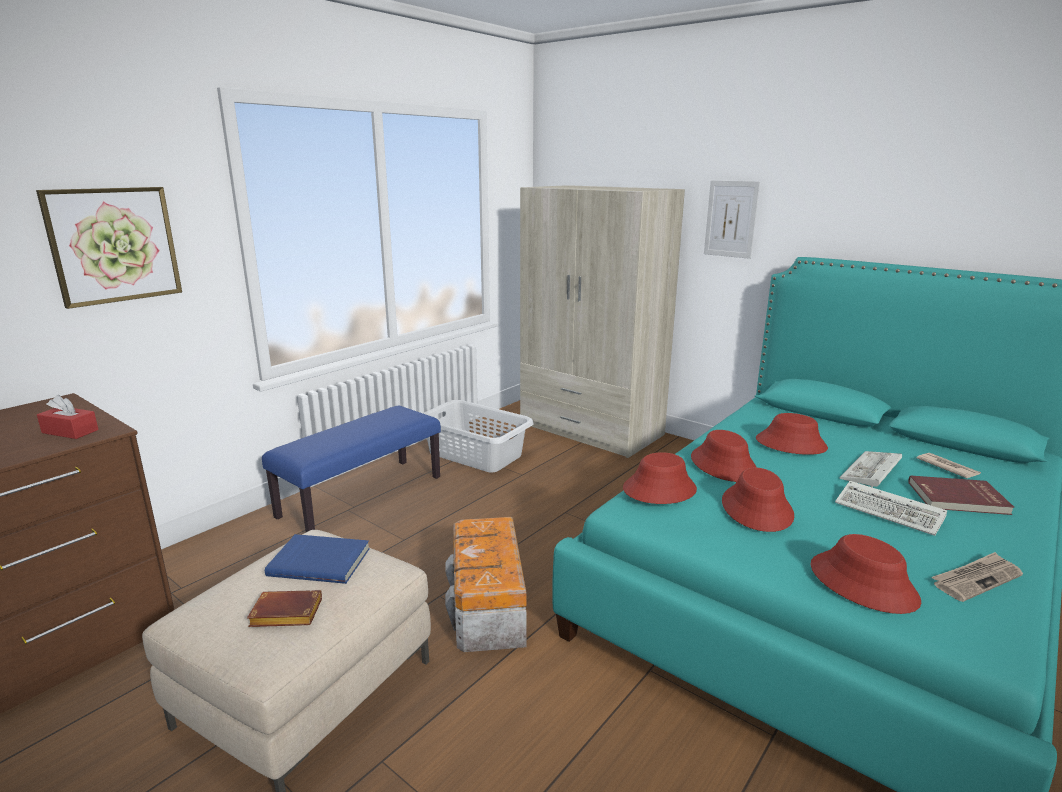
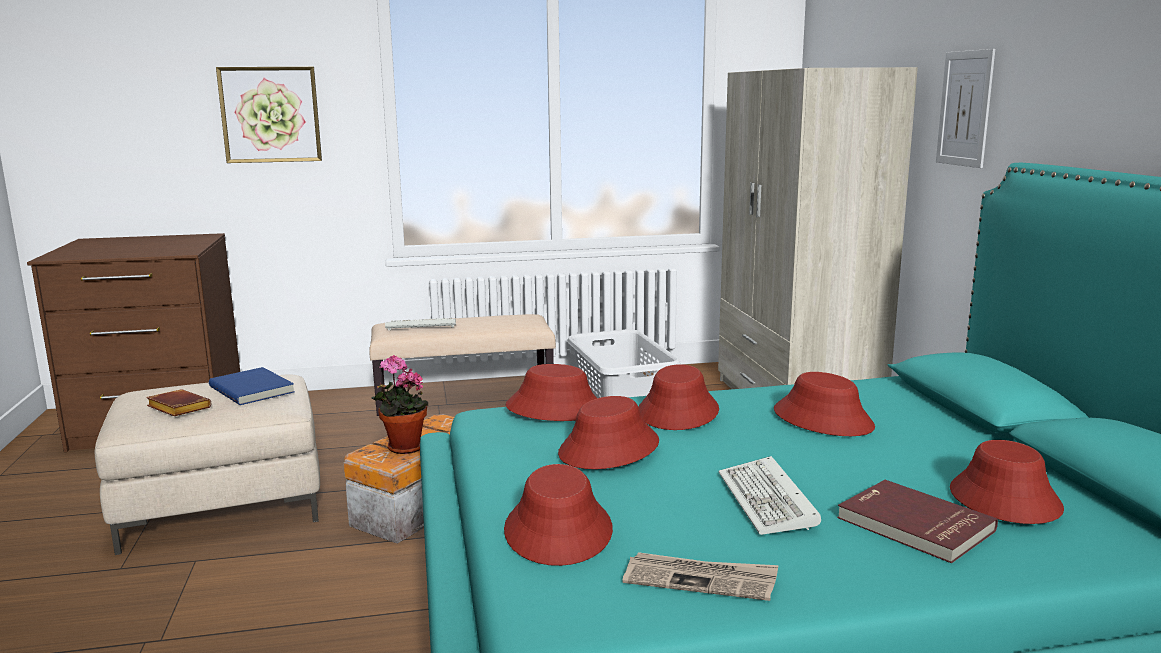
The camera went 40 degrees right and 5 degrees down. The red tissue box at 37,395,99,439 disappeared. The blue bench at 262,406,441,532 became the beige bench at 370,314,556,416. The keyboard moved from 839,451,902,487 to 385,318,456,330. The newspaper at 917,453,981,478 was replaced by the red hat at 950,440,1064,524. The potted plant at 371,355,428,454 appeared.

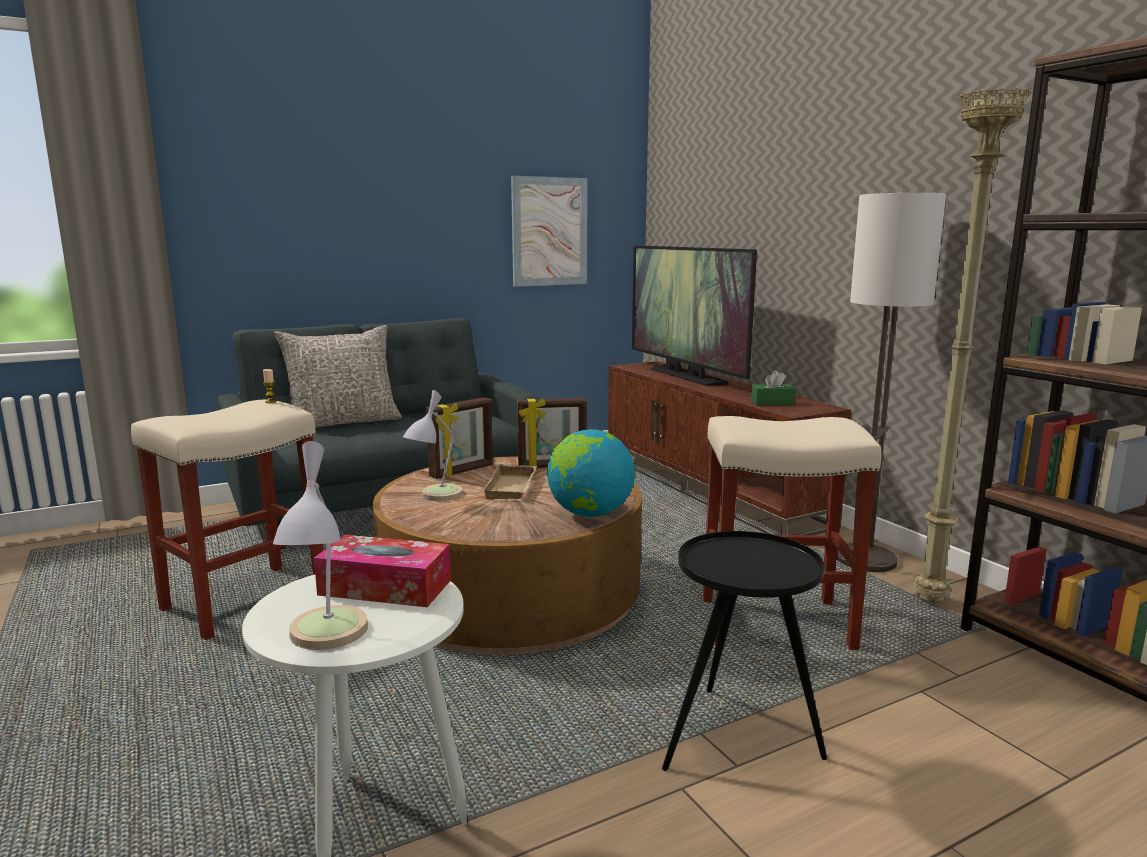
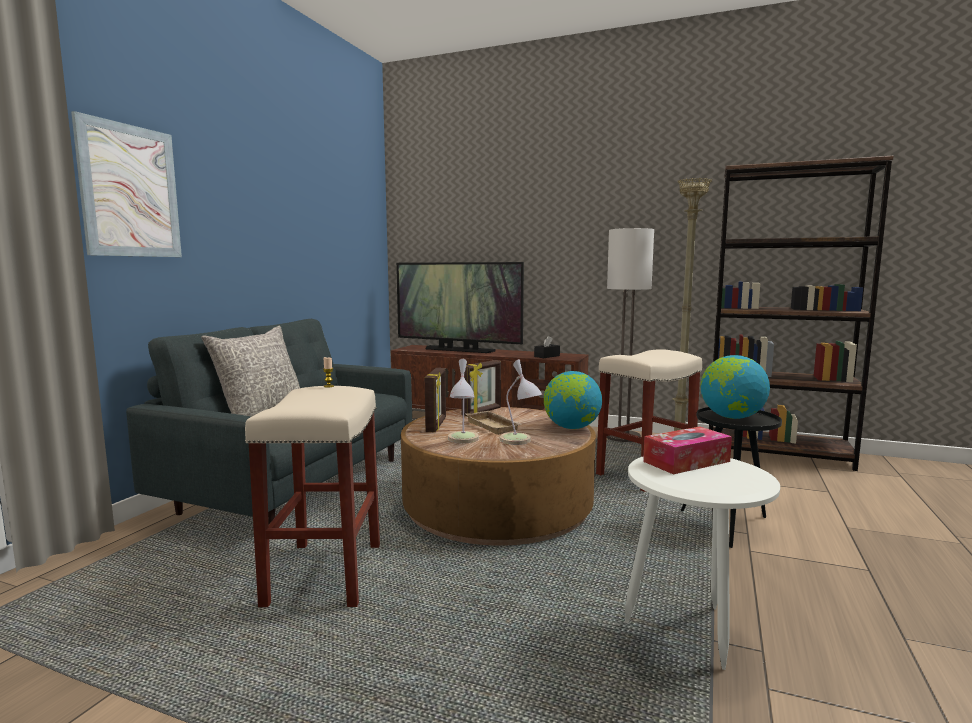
The camera went 40 degrees left and 5 degrees down. The picture moved from 511,176,587,287 to 71,111,182,257. The green tissue box at 751,370,796,405 became the black tissue box at 534,336,560,358. The table lamp moved from 273,441,368,650 to 500,359,542,445. The globe at 701,355,770,419 appeared.

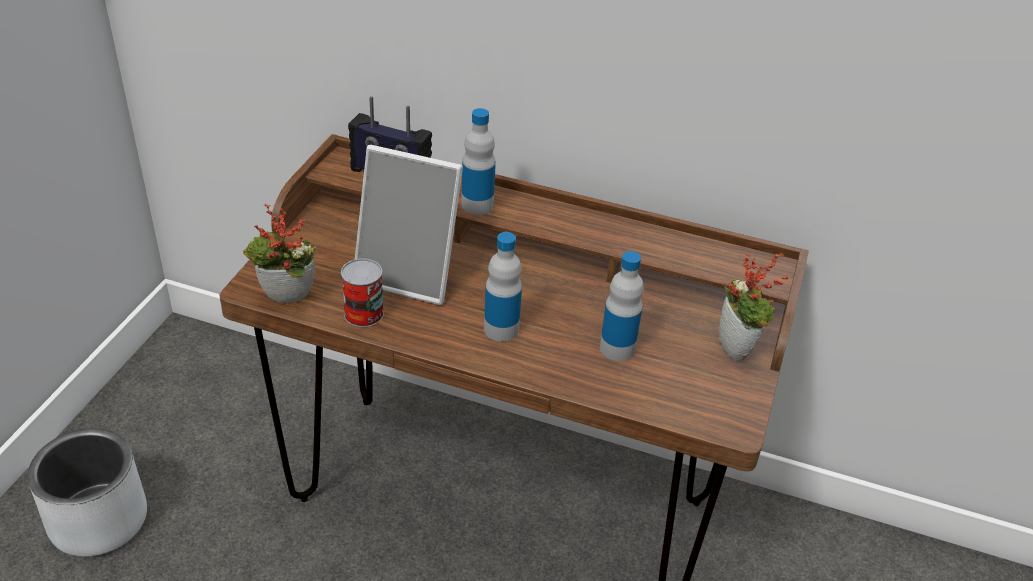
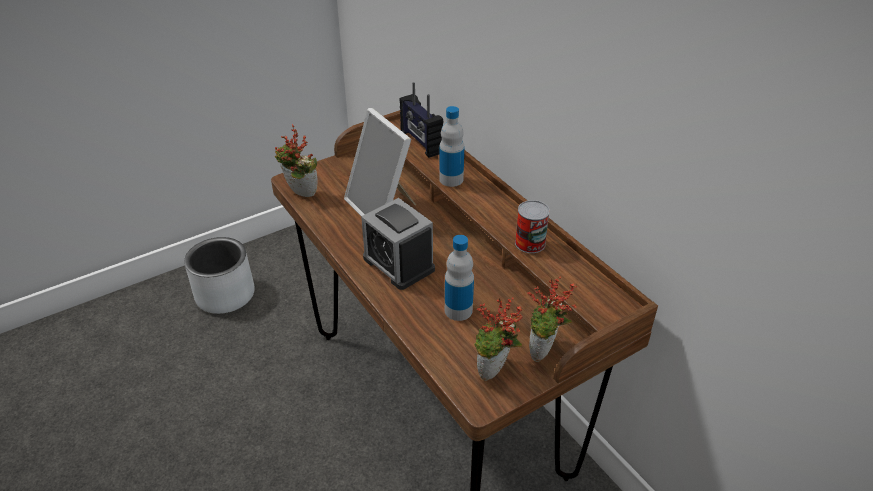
The camera went 40 degrees right and 0 degrees up. The bottle at 484,232,522,342 was replaced by the alarm clock at 361,198,435,290. The can moved from 341,258,384,327 to 515,200,550,253. The potted plant at 474,297,523,381 appeared.

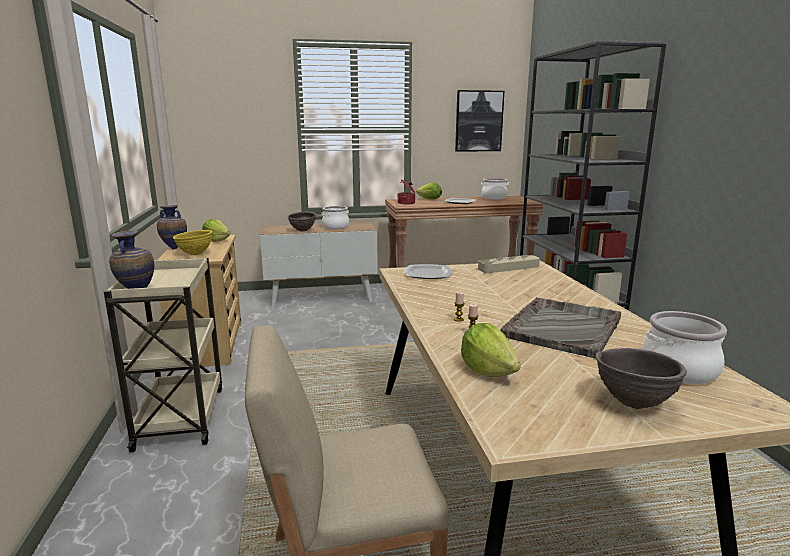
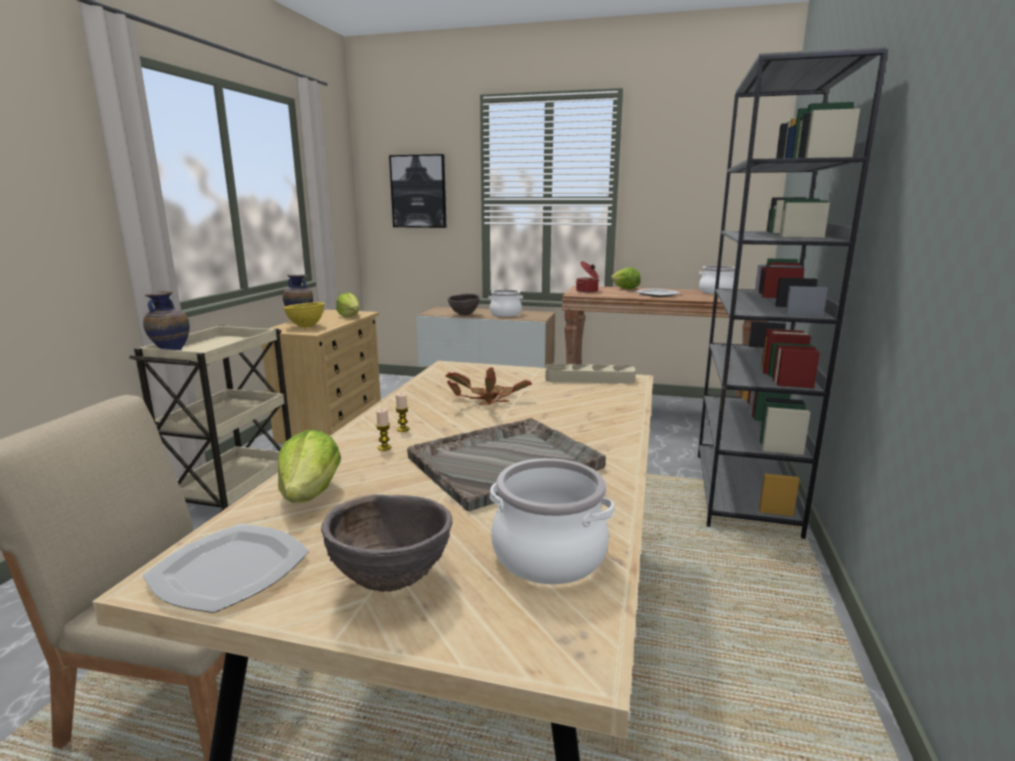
The camera went 25 degrees right and 0 degrees up. The picture moved from 455,90,504,152 to 389,154,447,228. The plate moved from 404,264,453,279 to 143,524,309,613. The potted plant at 445,367,532,405 appeared.

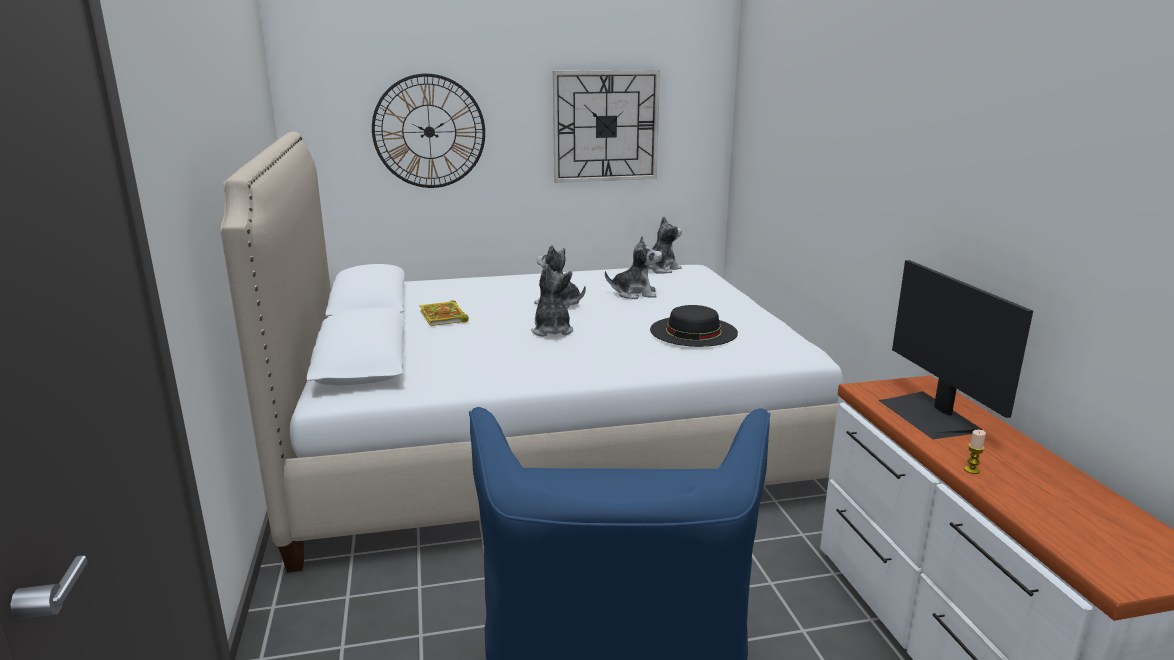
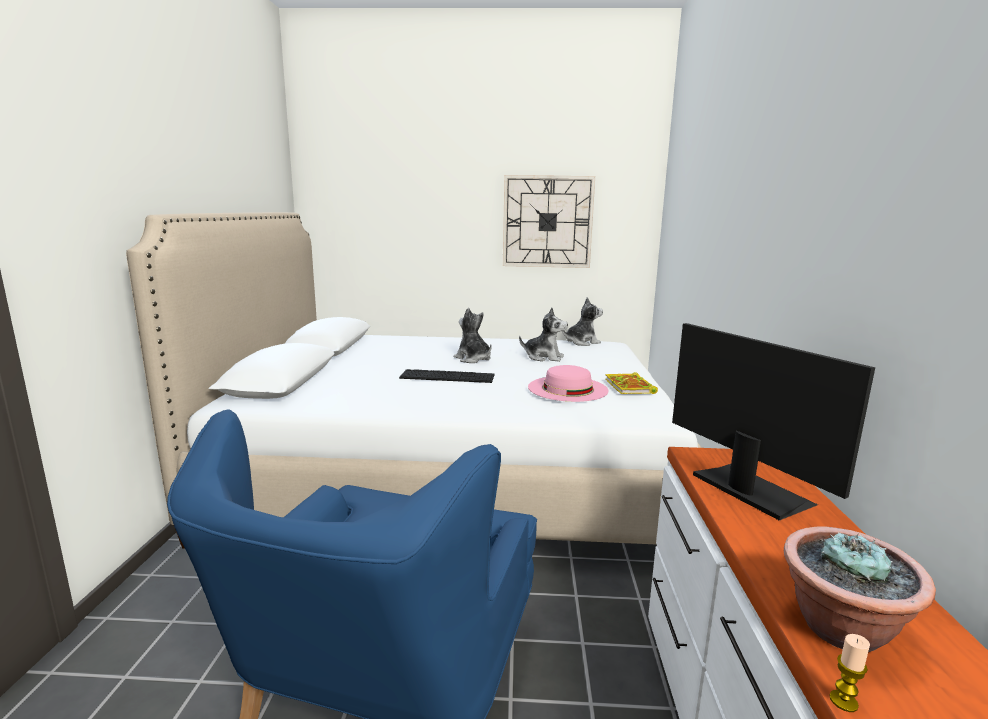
The camera went 15 degrees right and 5 degrees down. The wall clock at 372,73,485,188 disappeared. The monitor at 878,260,1033,439 turned 150 degrees clockwise. The plush toy at 531,264,573,337 was replaced by the keyboard at 399,369,495,383. The book moved from 420,300,469,326 to 605,372,658,394. The black hat at 650,305,738,347 became the pink hat at 528,365,609,402. The candle moved from 964,430,986,474 to 829,634,870,712. The potted plant at 784,526,936,652 appeared.

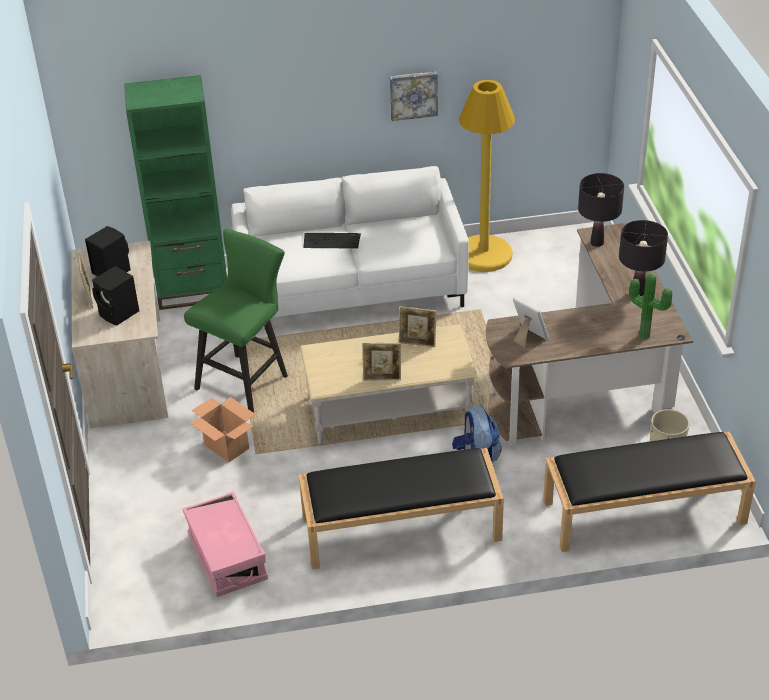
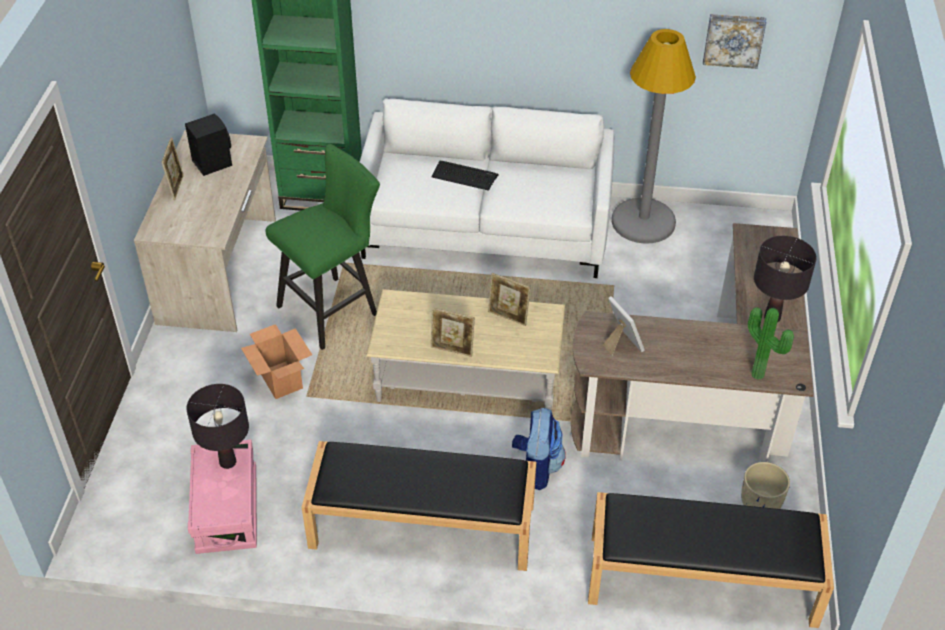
The camera went 15 degrees right and 5 degrees up. The picture moved from 390,71,438,121 to 703,14,767,69. The yellow floor lamp at 459,80,515,272 became the grey floor lamp at 612,29,696,244. The black table lamp moved from 578,173,624,247 to 187,384,249,469. The black speaker at 92,266,139,326 disappeared.

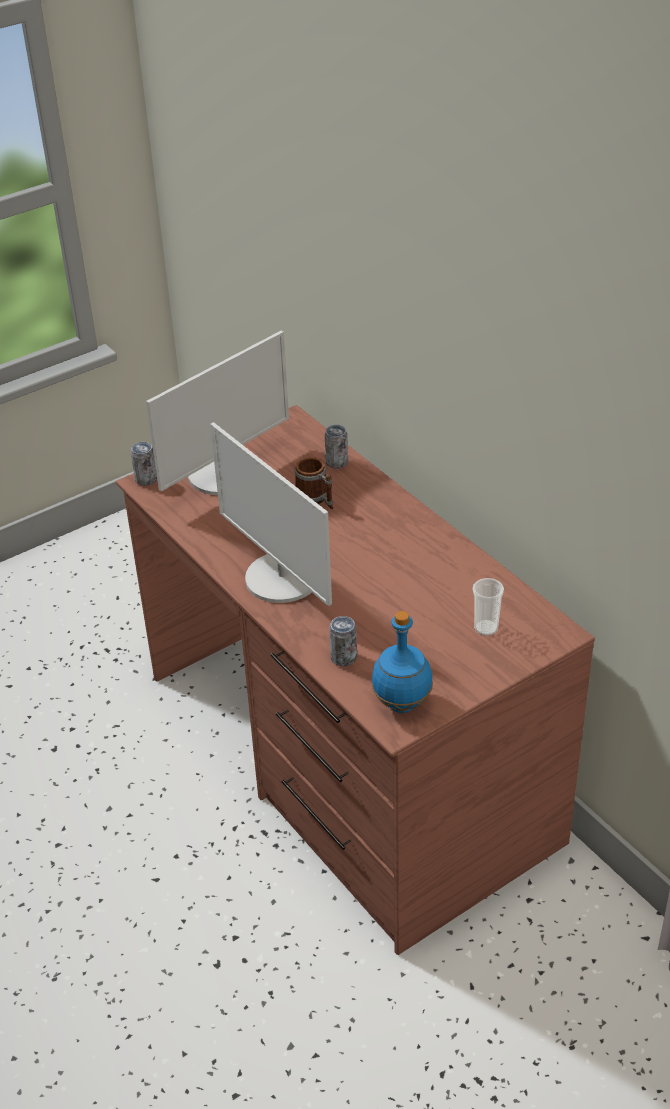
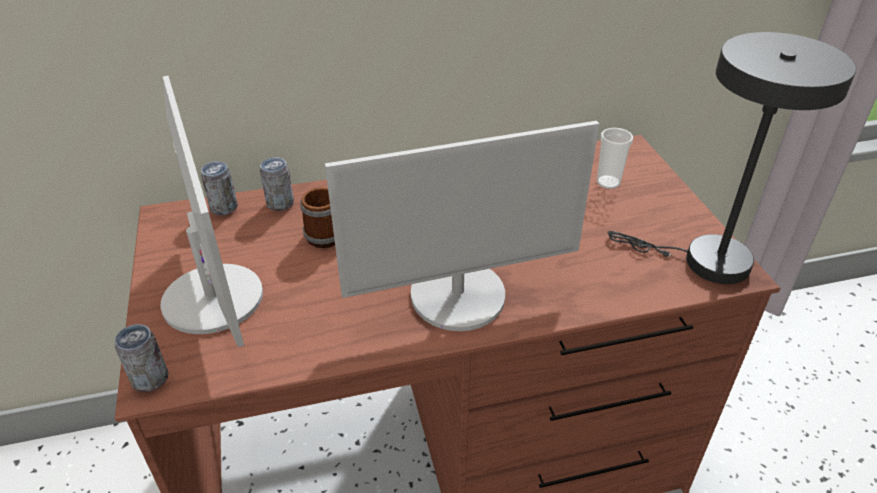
The camera went 70 degrees left and 0 degrees up. The blue bottle at 371,611,433,713 was replaced by the grey table lamp at 607,32,856,284. The can moved from 329,616,357,666 to 201,161,238,215.

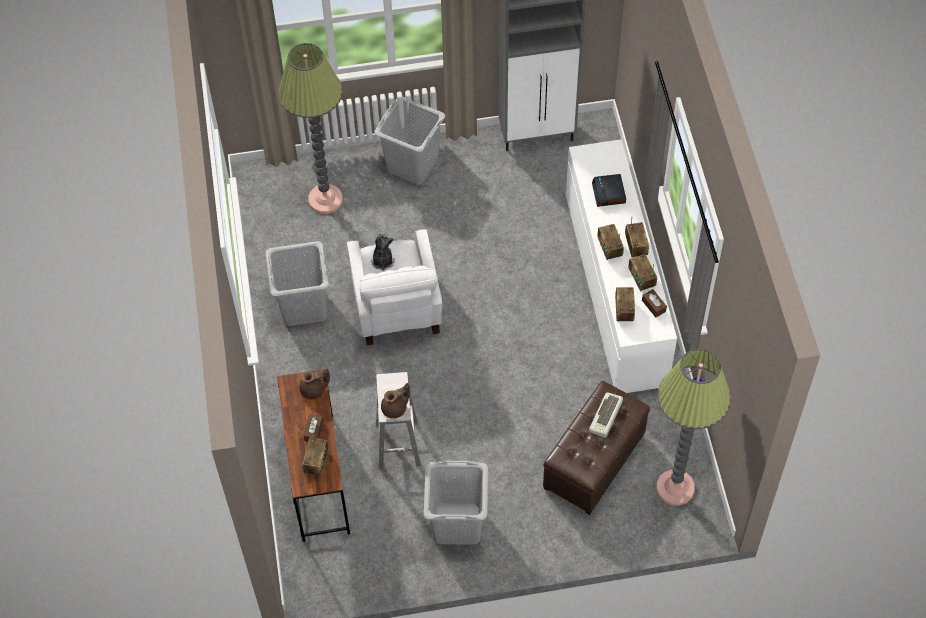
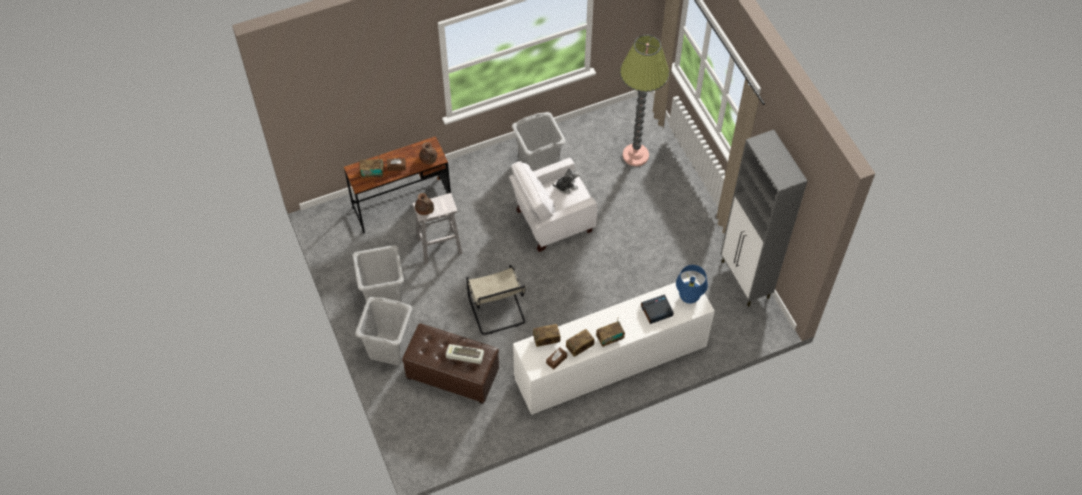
The camera went 75 degrees right and 0 degrees up. The grey laundry basket moved from 374,97,445,184 to 355,297,412,365. The radio at 598,224,624,260 disappeared. The floor lamp at 656,349,731,506 disappeared. The beige chair at 466,265,526,335 appeared. The blue table lamp at 676,265,708,304 appeared.

